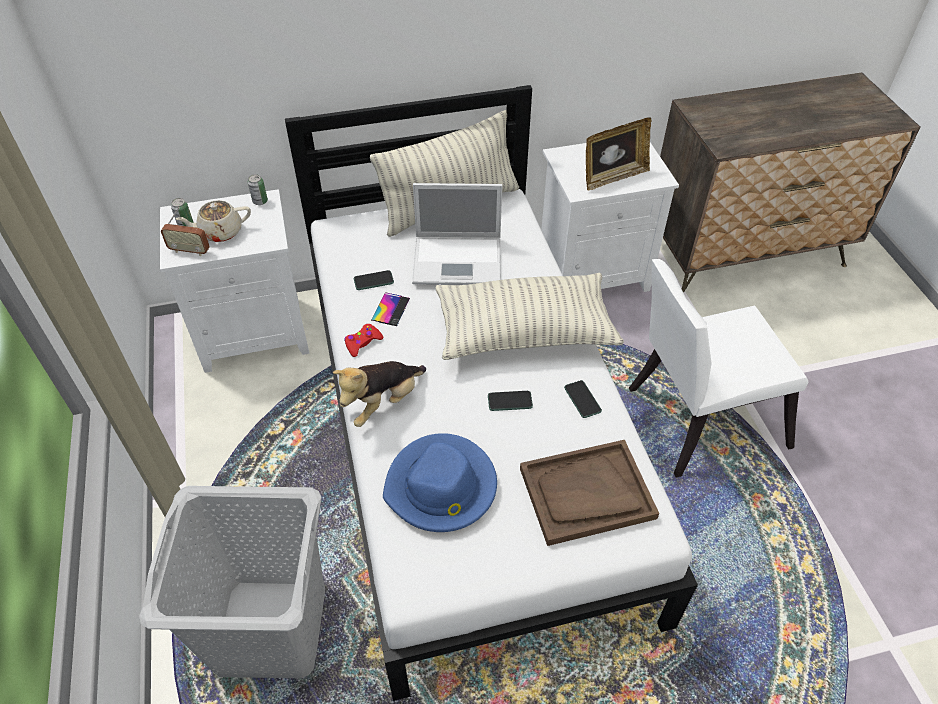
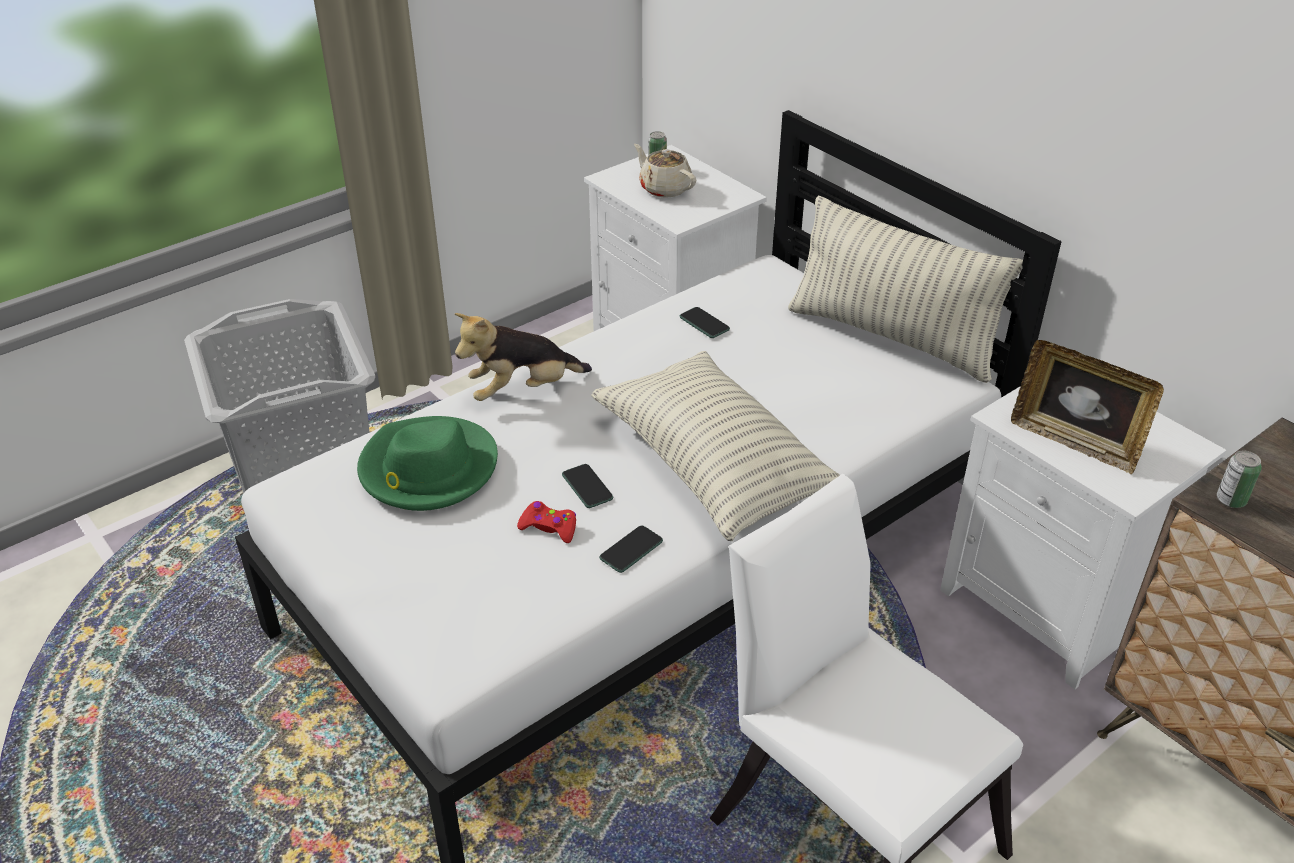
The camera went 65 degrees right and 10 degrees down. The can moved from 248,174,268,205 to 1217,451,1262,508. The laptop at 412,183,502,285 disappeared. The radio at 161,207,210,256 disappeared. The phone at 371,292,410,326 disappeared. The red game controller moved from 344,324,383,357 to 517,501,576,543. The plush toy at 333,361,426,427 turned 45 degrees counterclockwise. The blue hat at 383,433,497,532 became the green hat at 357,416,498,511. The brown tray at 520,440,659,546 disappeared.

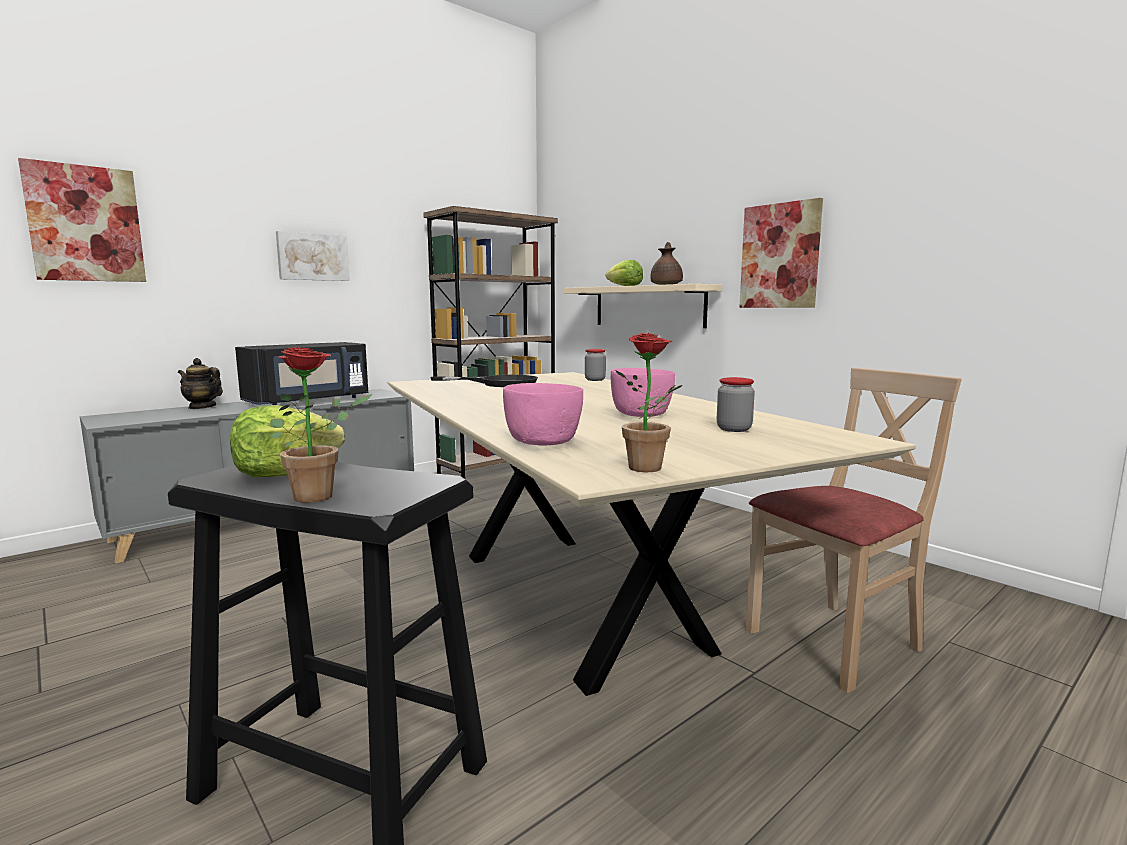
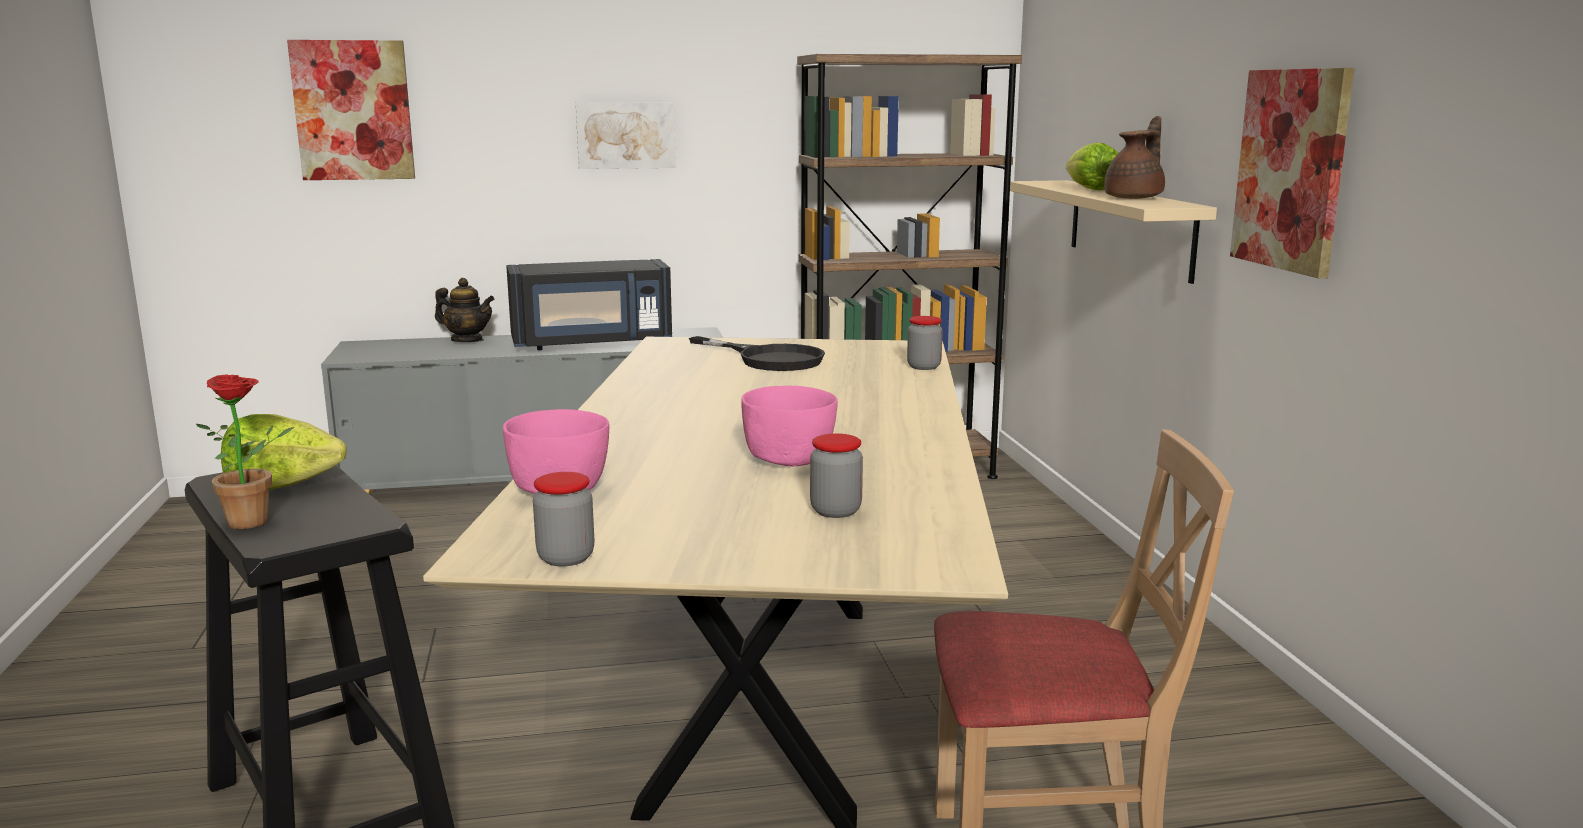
The camera went 30 degrees right and 5 degrees up. The potted plant at 615,333,683,472 was replaced by the jar at 533,472,594,567. The teapot at 178,358,223,409 turned 150 degrees clockwise.

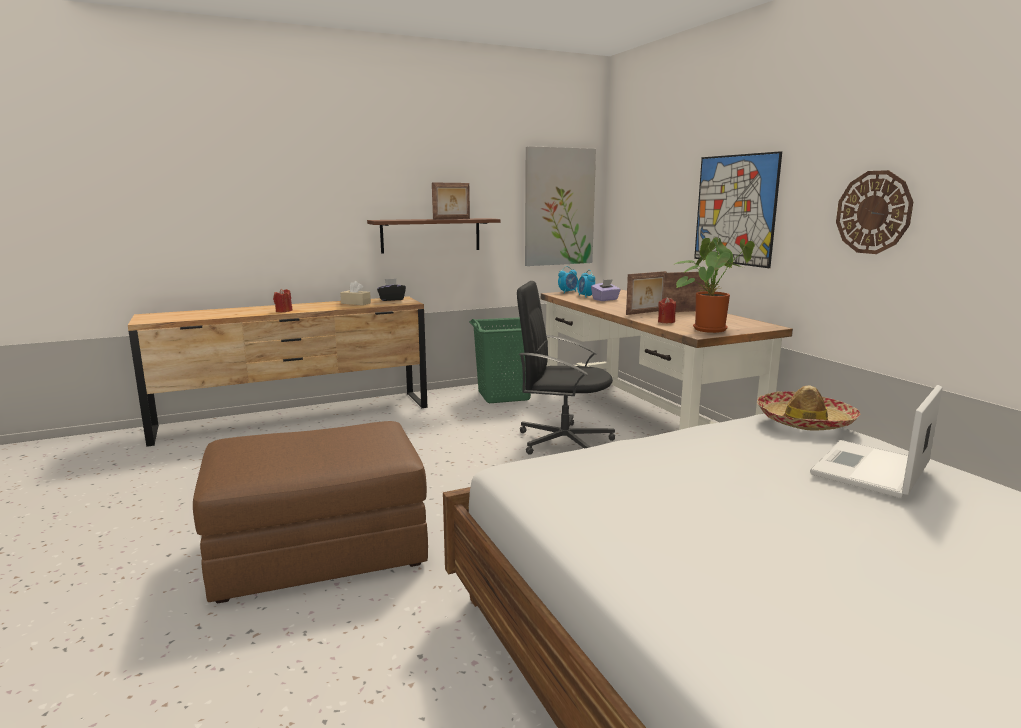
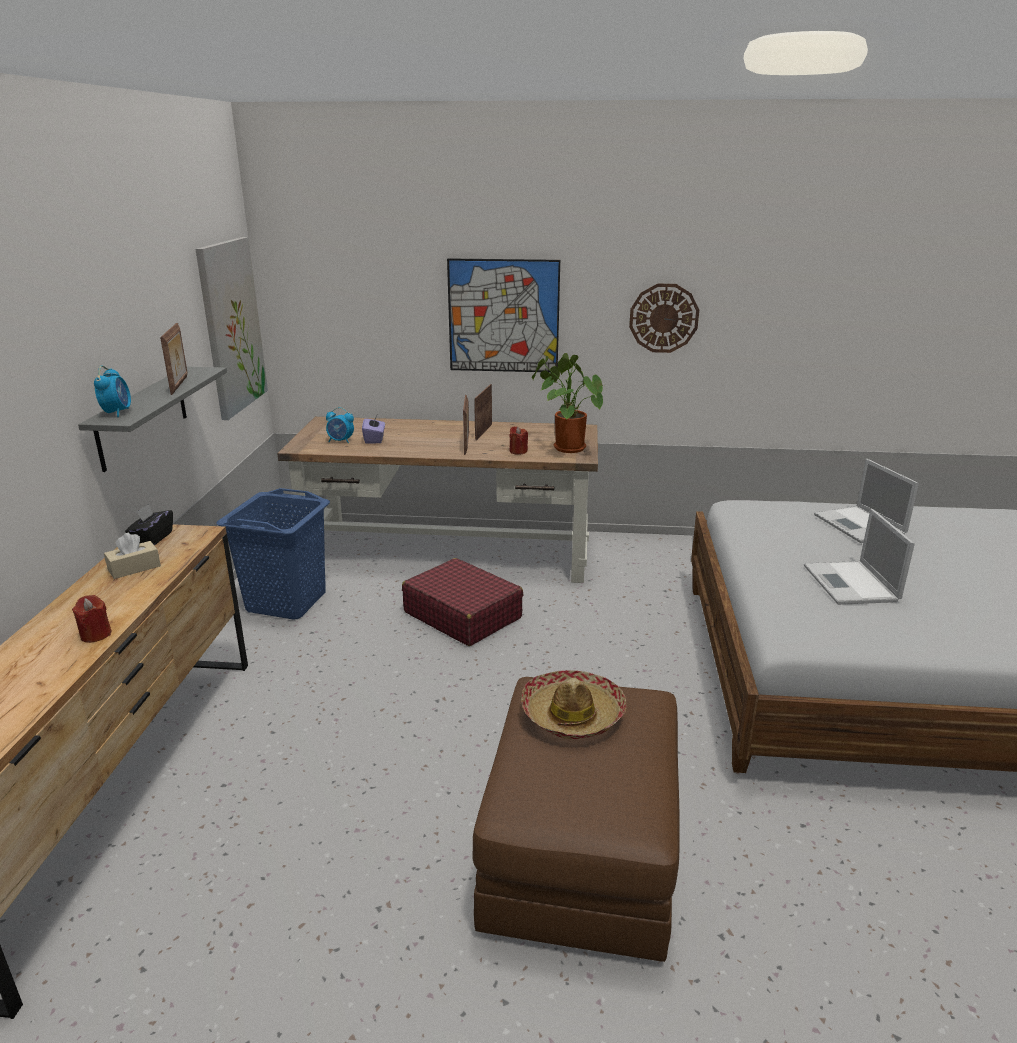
The camera went 60 degrees left and 10 degrees up. The brown shelf at 367,218,501,254 became the grey shelf at 78,367,227,472. The alarm clock moved from 558,266,578,293 to 94,366,131,417. The black office chair at 517,281,615,455 was replaced by the red suitcase at 402,558,523,646. The green laundry basket at 469,317,531,403 became the blue laundry basket at 216,488,330,620. The hat moved from 757,386,860,430 to 521,670,627,739. The laptop at 804,509,915,605 appeared.

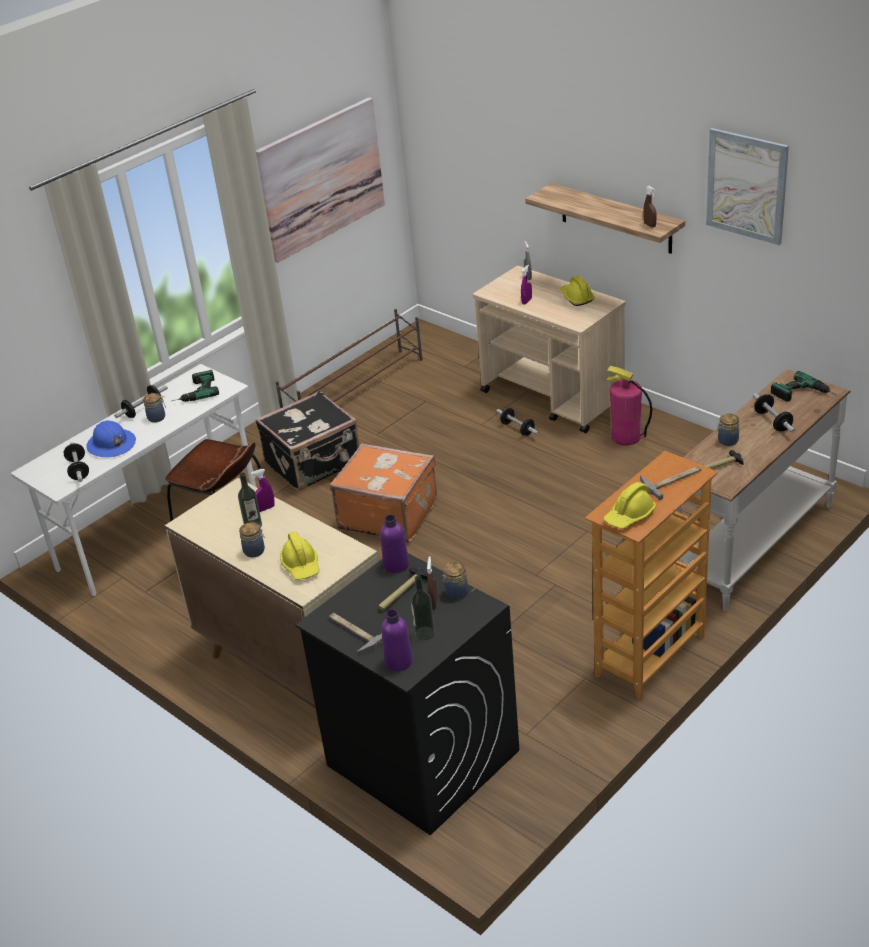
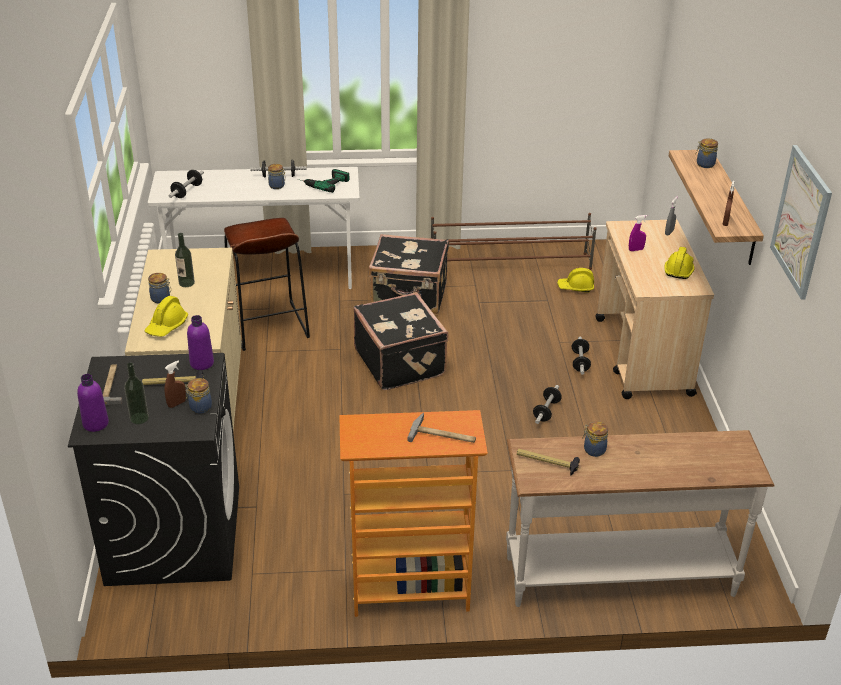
The camera went 40 degrees right and 0 degrees up. The picture at 256,98,385,263 disappeared. The fire extinguisher at 605,366,652,446 disappeared. The power drill at 771,371,836,402 disappeared. The dumbbell moved from 753,393,795,433 to 533,385,562,424. The blue hard hat at 86,420,136,457 disappeared. The orange suitcase at 330,443,437,543 became the black suitcase at 353,292,449,390. The purple spray bottle at 251,469,275,512 disappeared. The yellow hard hat moved from 603,482,656,529 to 557,268,594,293. The jar at 696,138,718,168 appeared.

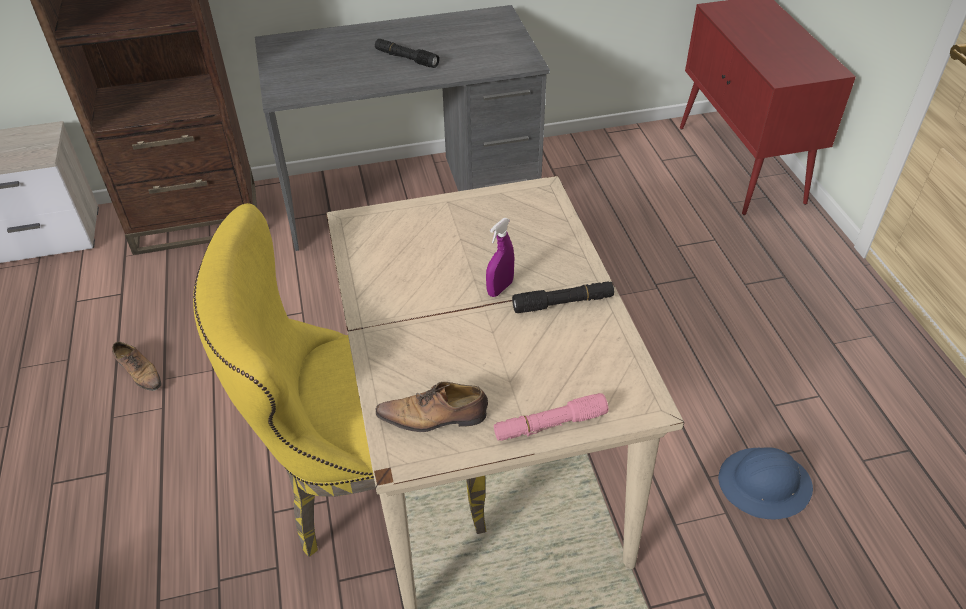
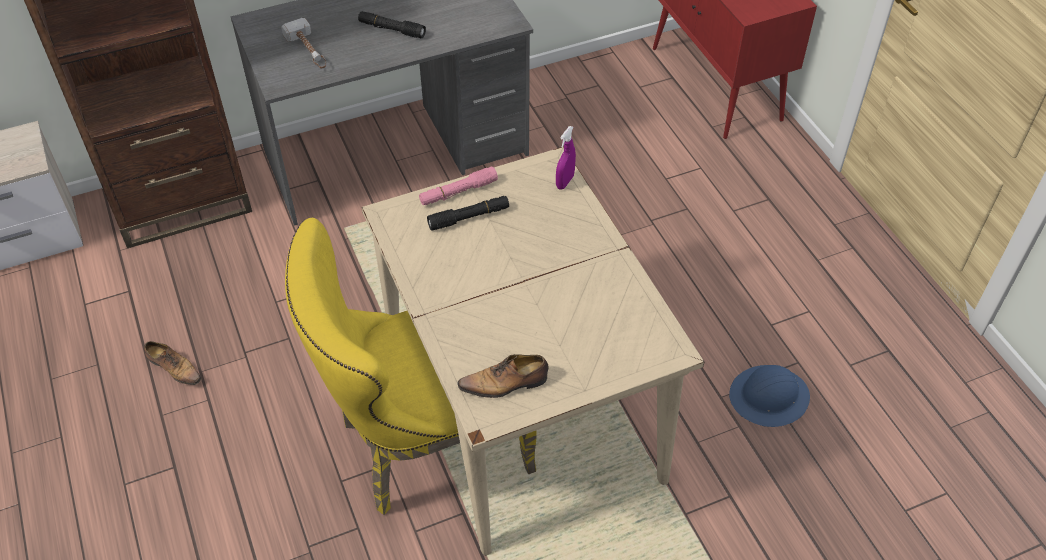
The camera went 10 degrees left and 5 degrees up. The purple spray bottle moved from 486,218,514,297 to 556,126,576,190. The black flashlight moved from 512,281,614,313 to 427,196,509,231. The pink flashlight moved from 494,393,608,441 to 419,167,498,205. The hammer at 281,18,326,68 appeared.

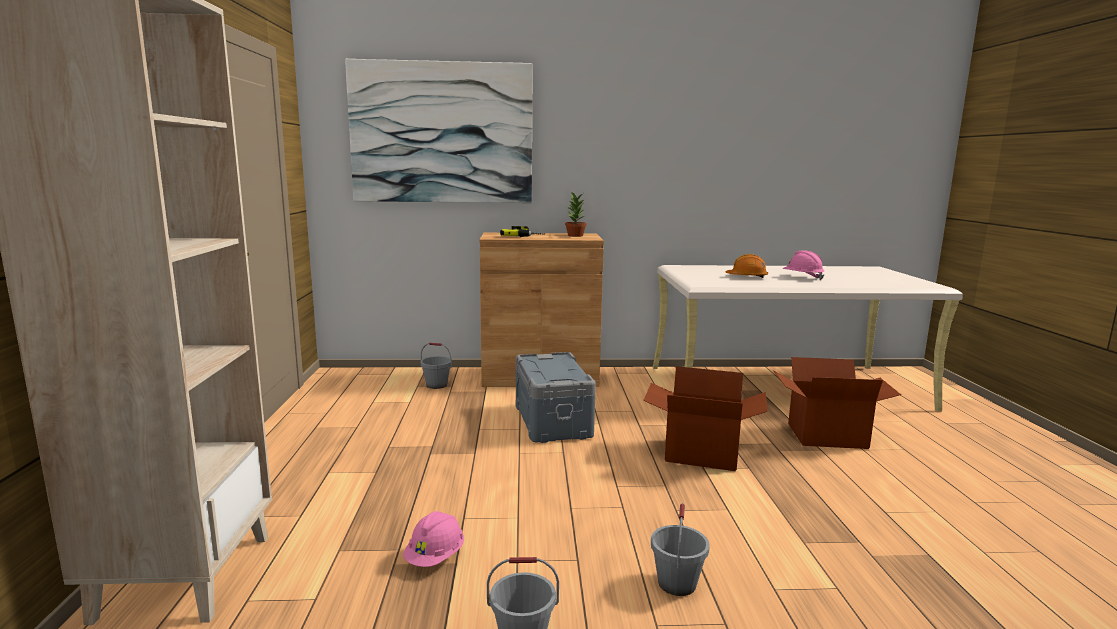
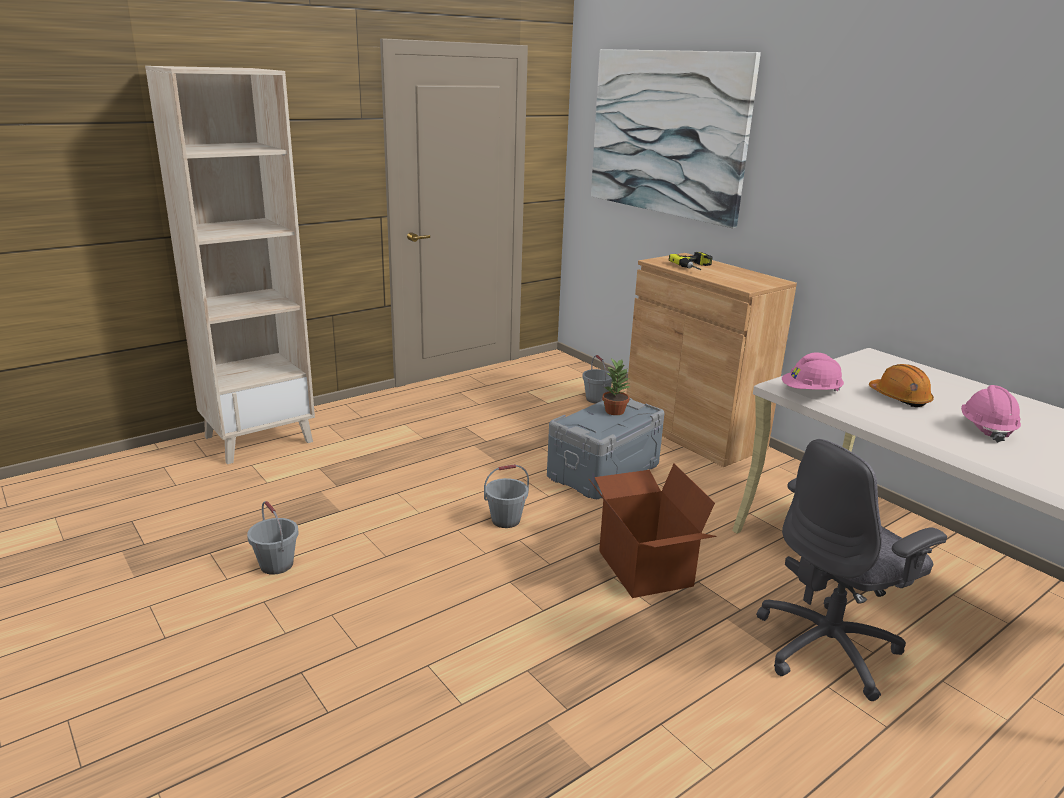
The camera went 55 degrees right and 10 degrees up. The potted plant moved from 565,192,587,237 to 602,359,630,415. The cardboard box at 773,357,901,449 was replaced by the grey office chair at 756,439,947,701. The grey bucket moved from 651,503,710,596 to 484,464,529,528. The pink hard hat moved from 403,511,464,567 to 782,352,844,392.

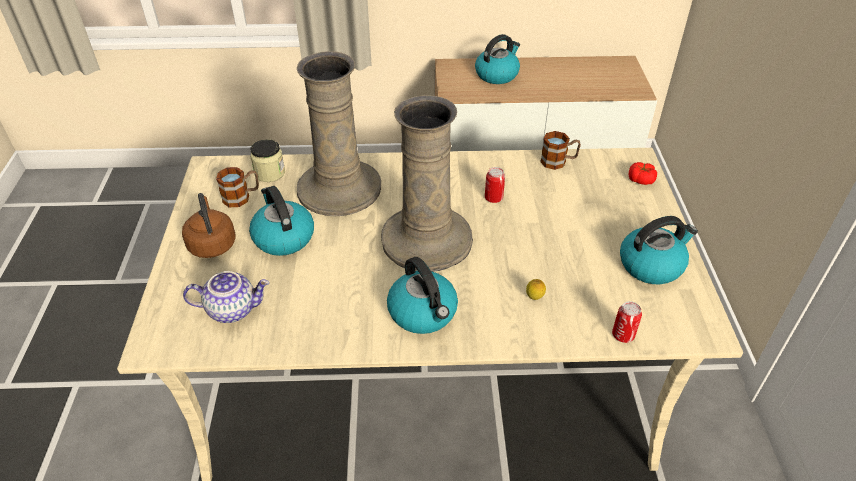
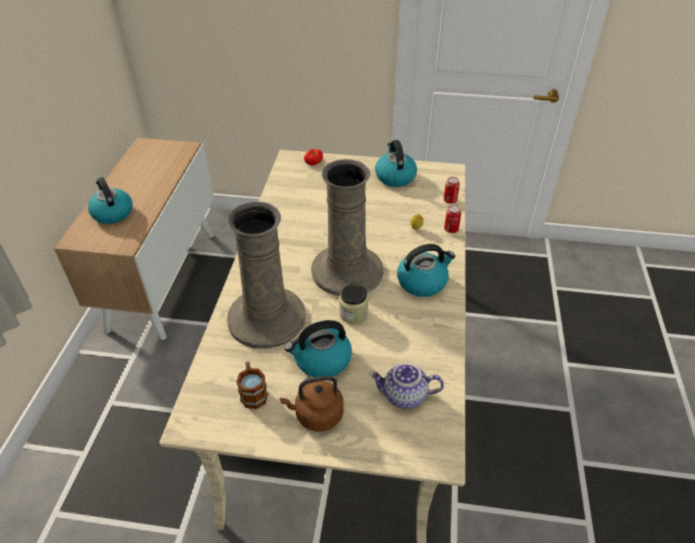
The camera went 80 degrees left and 0 degrees up. The mug at 540,131,581,170 disappeared. The jar moved from 250,139,285,182 to 339,284,368,324. The can moved from 485,167,505,203 to 444,205,461,233. The teapot at 183,271,269,323 turned 90 degrees counterclockwise.

